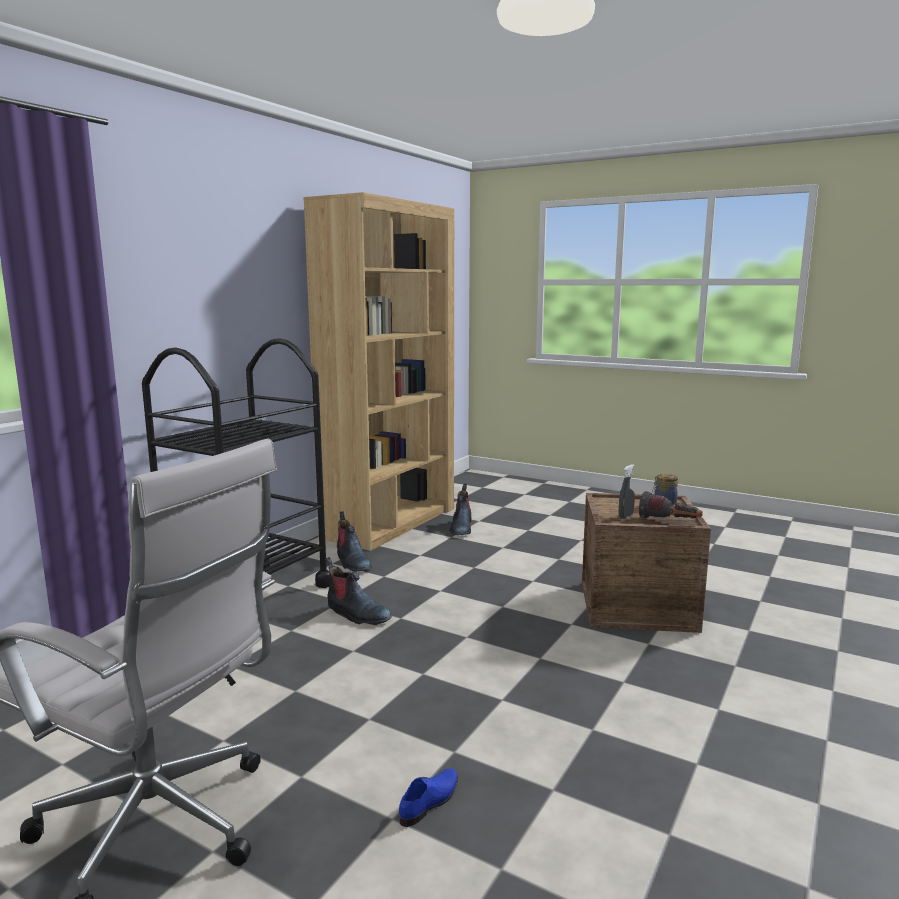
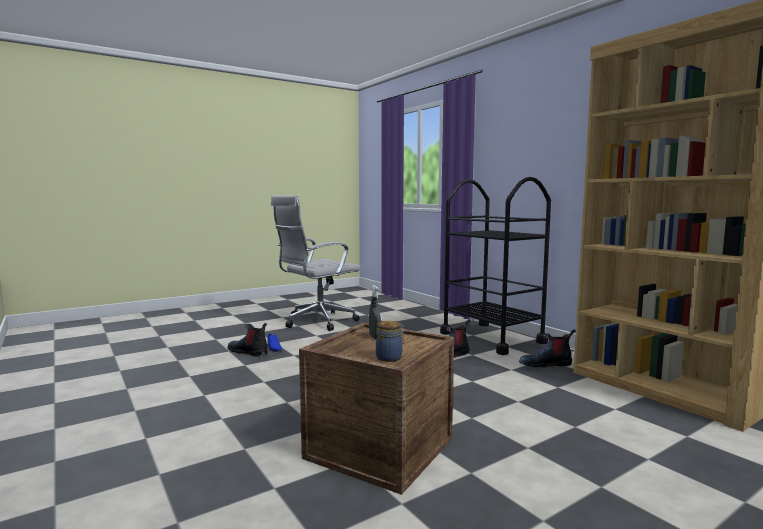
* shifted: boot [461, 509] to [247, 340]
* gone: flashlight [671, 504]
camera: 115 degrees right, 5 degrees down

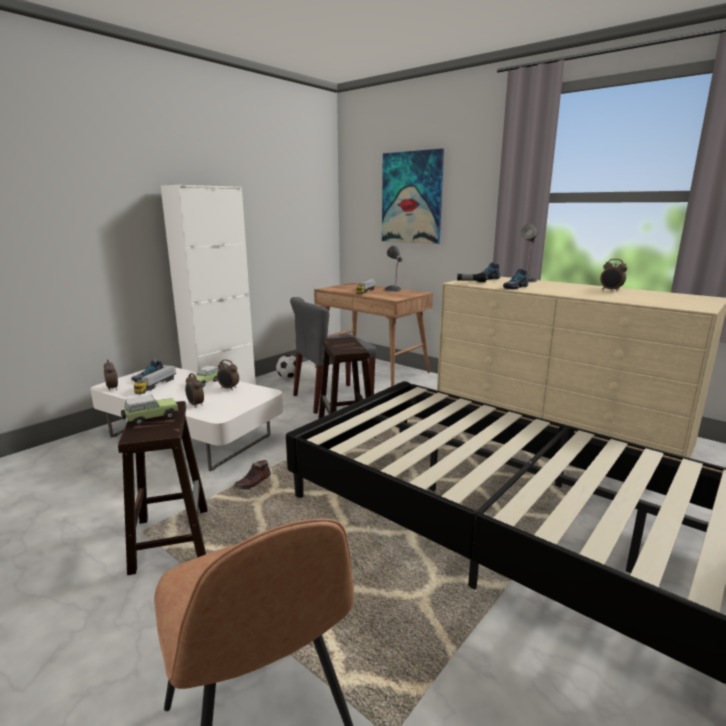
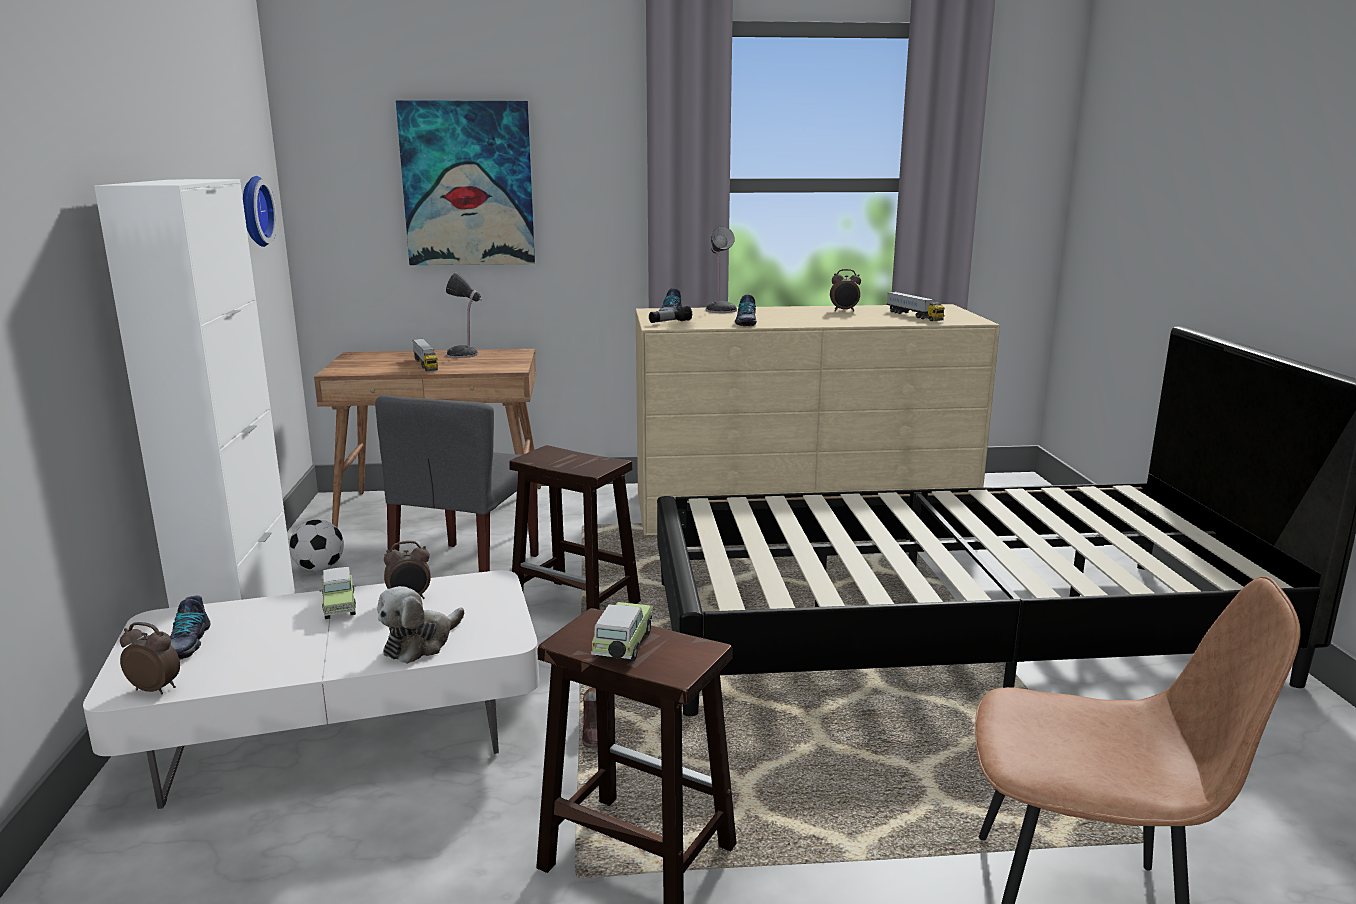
* shifted: toy truck [154, 379] to [916, 306]
* swapped: alarm clock [194, 390] to plush toy [421, 625]
* new: wall clock [260, 211]
camera: 45 degrees left, 0 degrees up

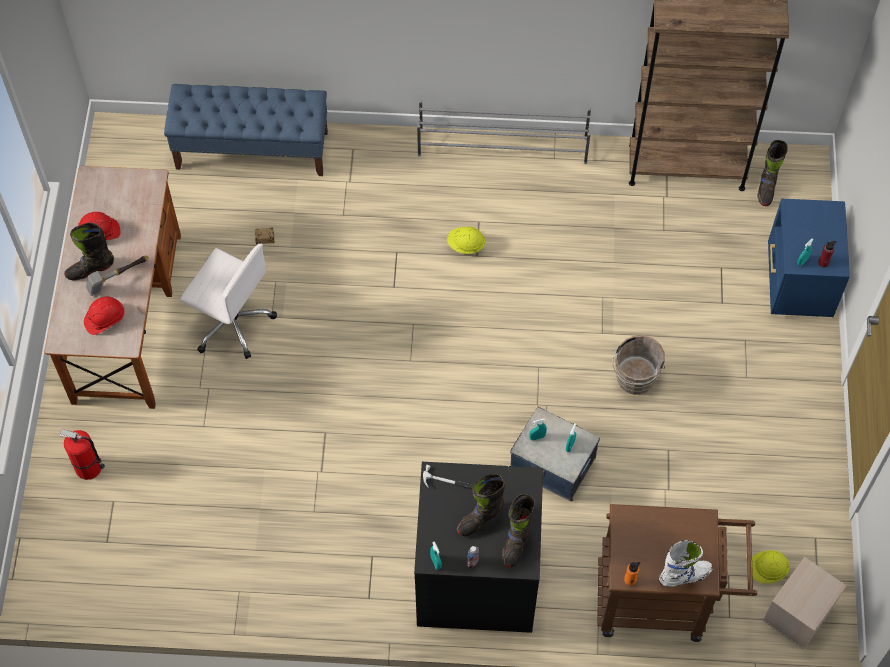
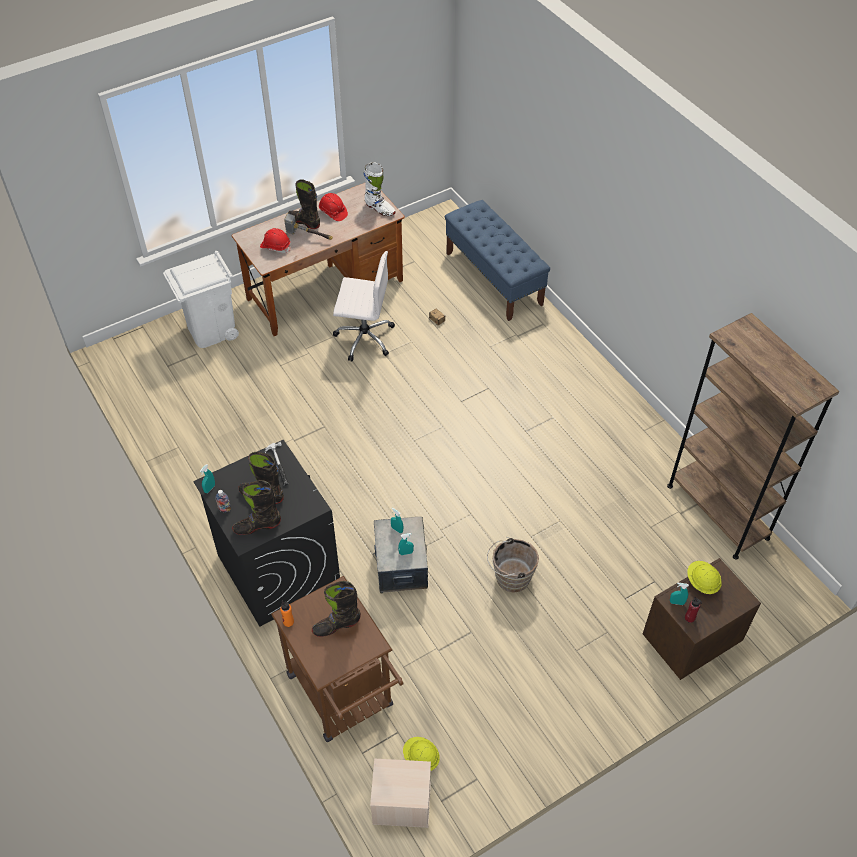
* swapped: fire extinguisher [82, 454] to trash can (white) [201, 299]
* rotated: office chair (white) [228, 301] = [364, 306] 75 degrees counterclockwise
* gone: shoe rack (grey) [504, 132]
* shifted: hard hat (yellow) [466, 240] to [704, 577]
* shifted: boot (white) [686, 563] to [379, 189]
* shifted: boot (black) [772, 173] to [336, 609]
* repainted: nightstand (blue) [809, 258] to nightstand (brown) [702, 619]
camera: 55 degrees right, 10 degrees down

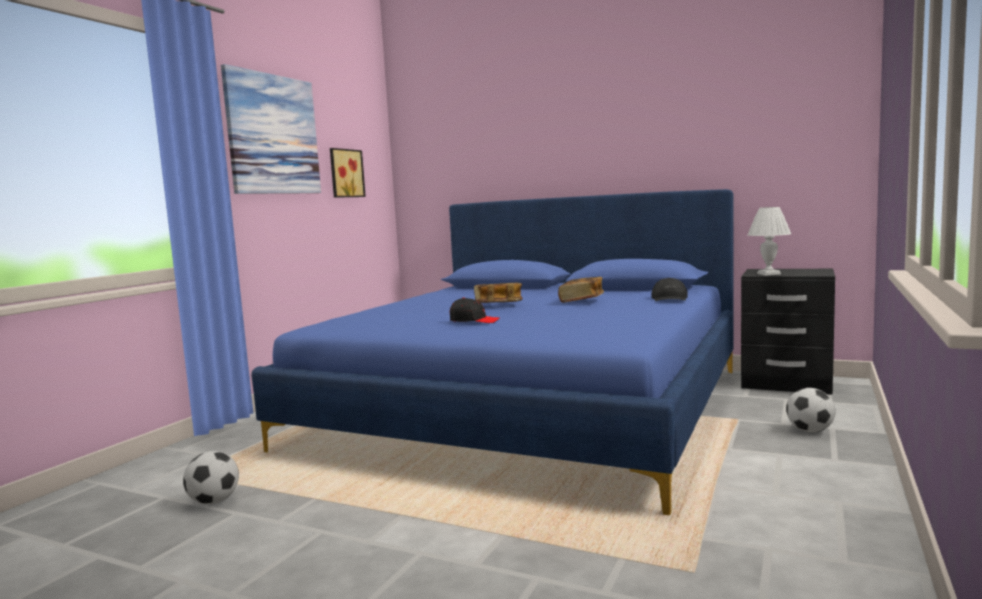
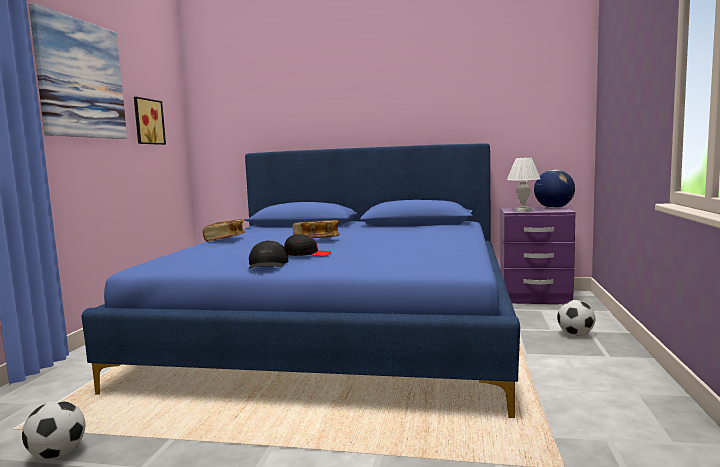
* shifted: book [581, 290] to [224, 230]
* shifted: cap (black) [669, 289] to [268, 254]
* repainted: nightstand (black) [788, 332] to nightstand (purple) [537, 255]
* new: globe [554, 189]
camera: 15 degrees left, 0 degrees up

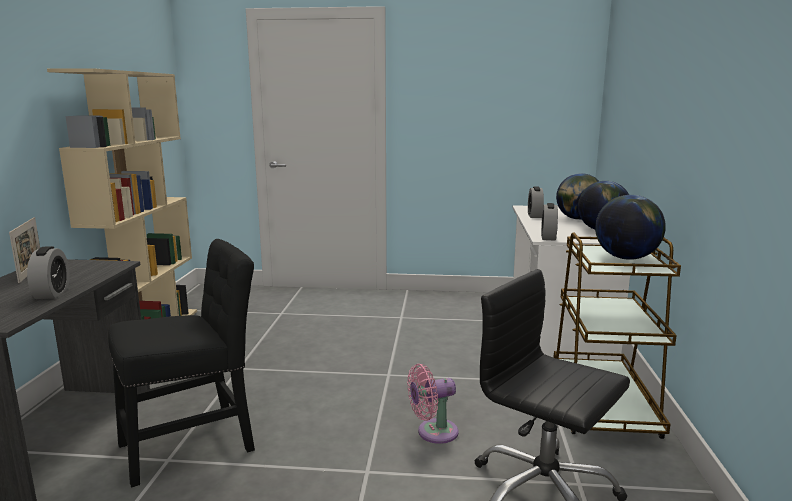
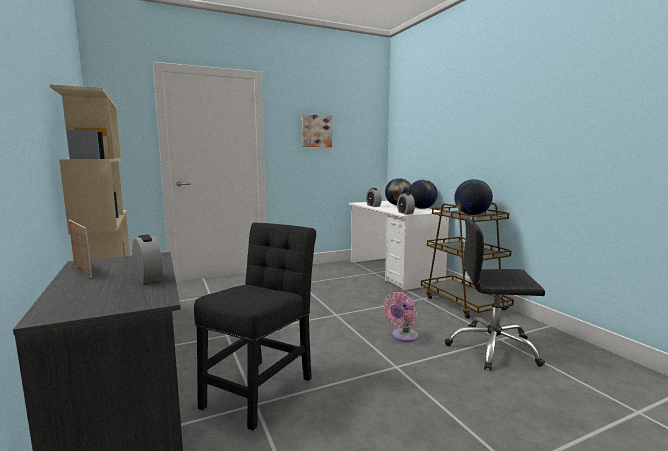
* new: picture [317, 130]
camera: 30 degrees left, 5 degrees down

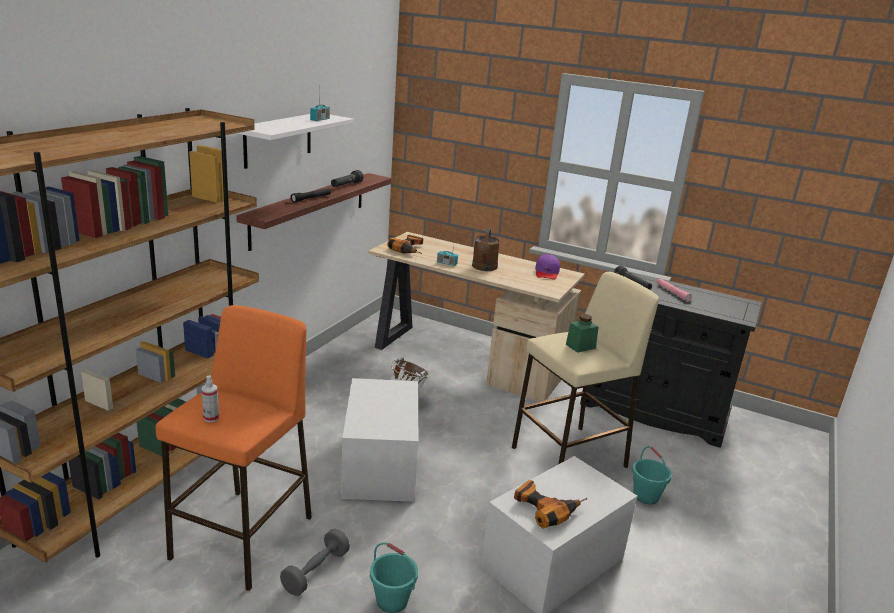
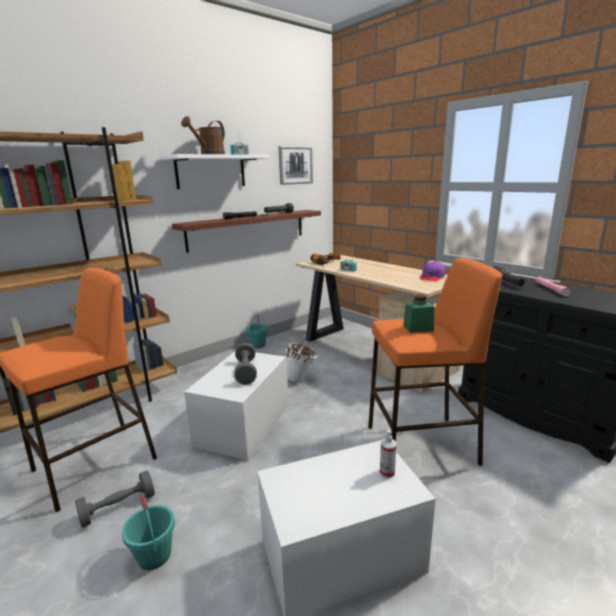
* shifted: spray bottle [210, 398] to [388, 454]
* shifted: watering can (brown) [486, 249] to [203, 135]
* repainted: stool (beige) [585, 370] to stool (orange) [435, 362]
* gone: power drill [550, 504]
* shifted: bucket (turquoise) [652, 475] to [257, 331]
* new: dumbbell (grey) [245, 364]
* new: picture [296, 165]
camera: 25 degrees right, 5 degrees down

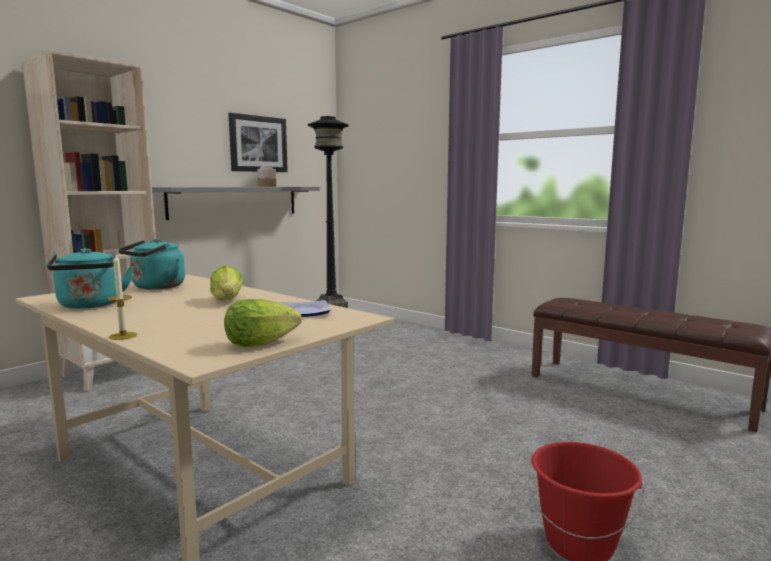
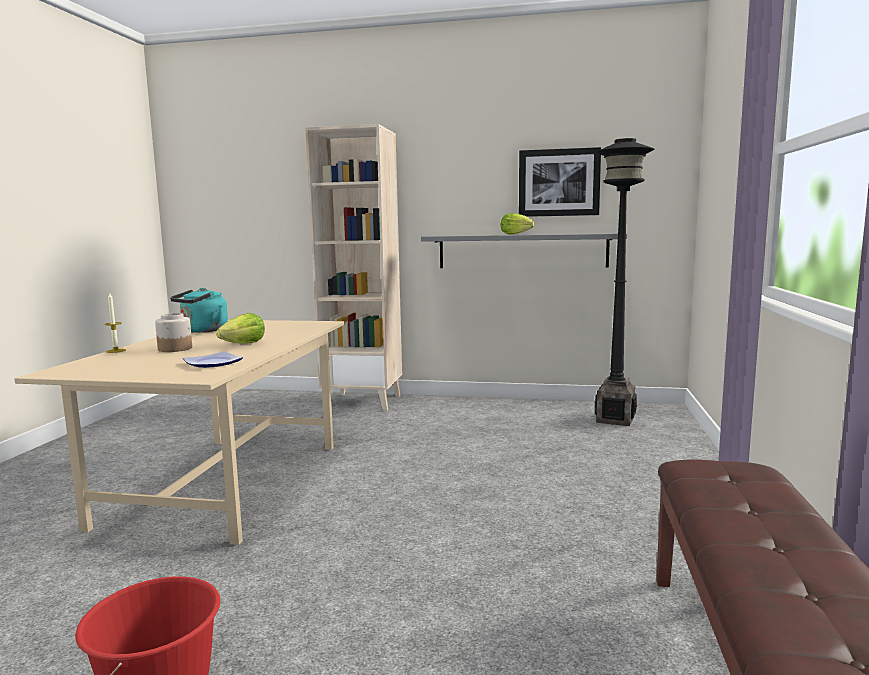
* gone: kettle (turquoise) [151, 264]
* shifted: lettuce [263, 323] to [517, 224]
* shifted: jar [266, 176] to [173, 332]
camera: 60 degrees right, 0 degrees up

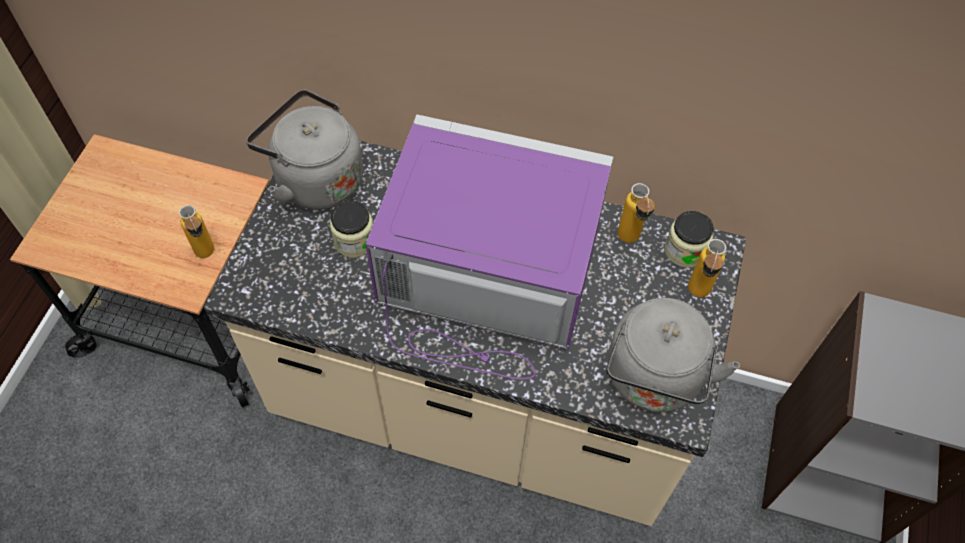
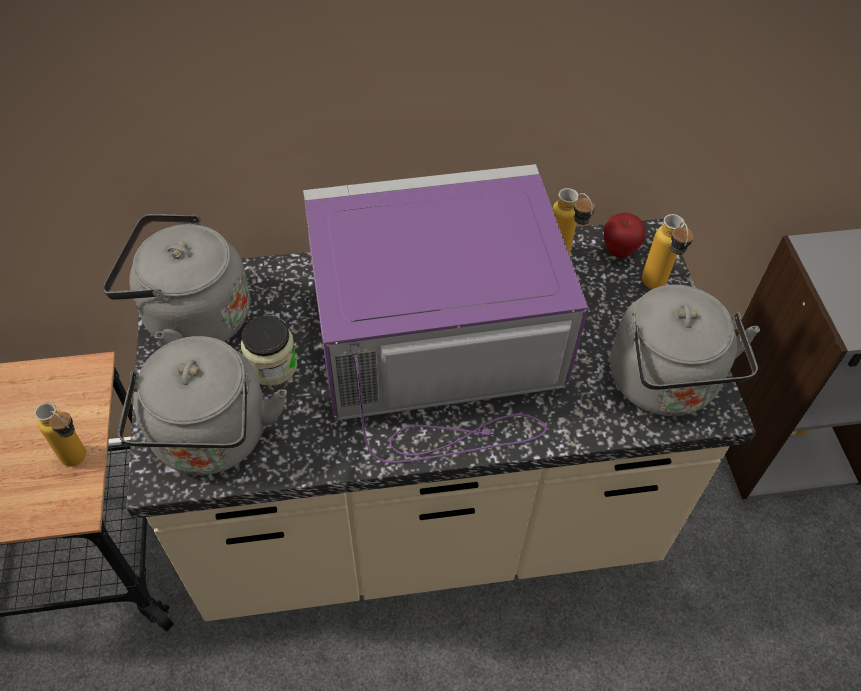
* swapped: jar [689, 239] to apple [625, 235]
* new: kettle (grey) [202, 405]
camera: 25 degrees left, 5 degrees down

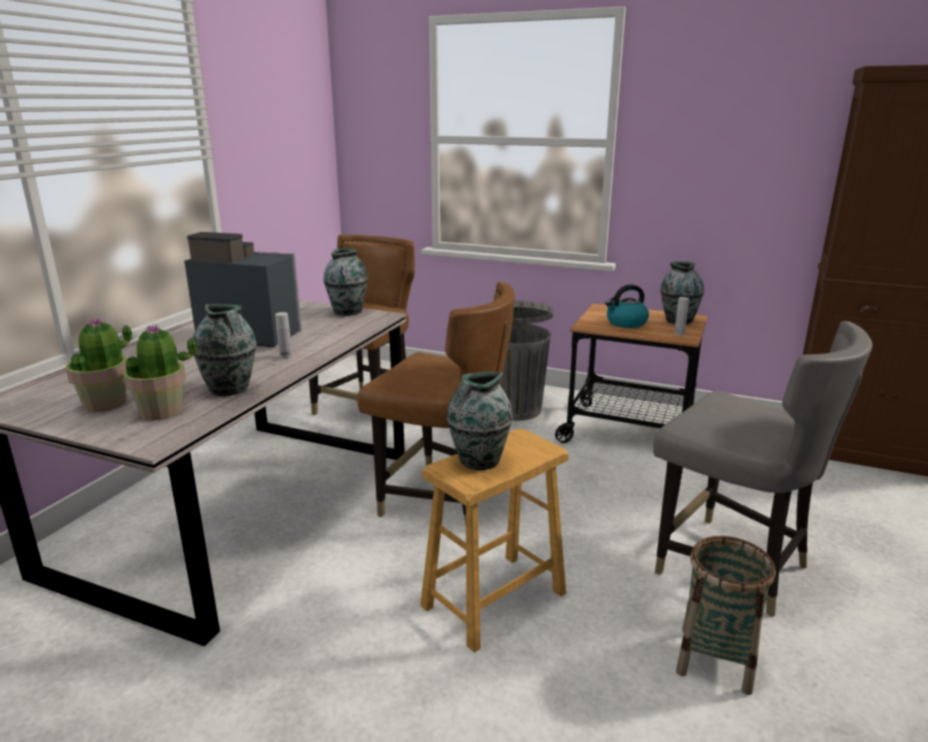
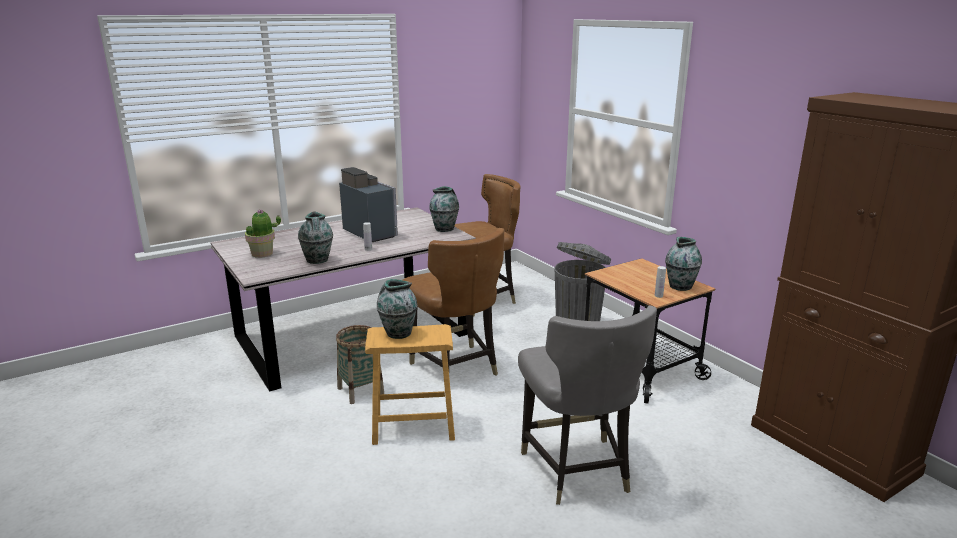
* gone: potted plant [160, 372]
* gone: kettle [627, 306]
* shifted: basket [726, 615] to [360, 364]
camera: 35 degrees right, 0 degrees up

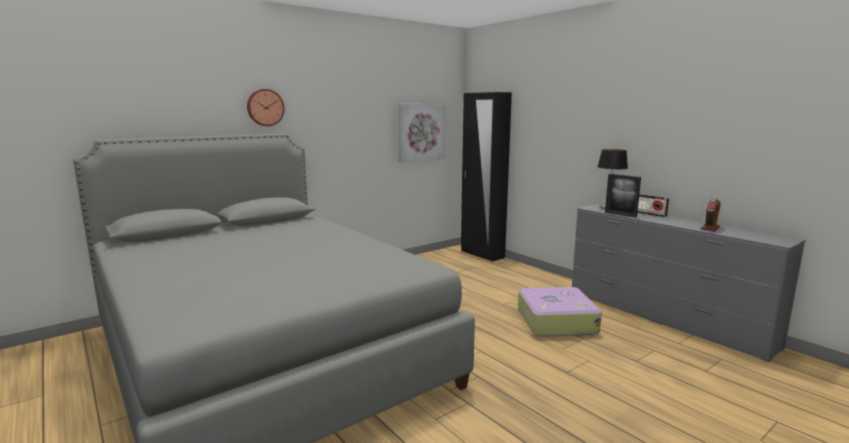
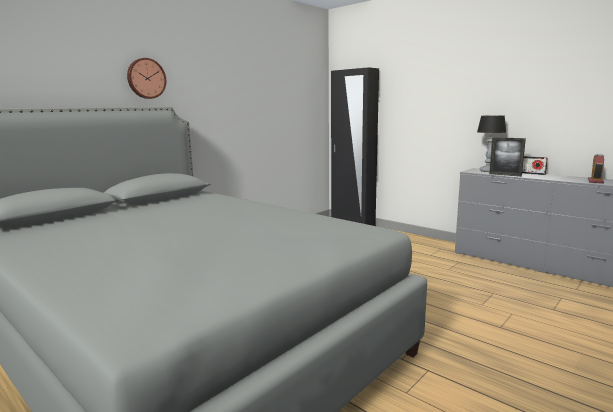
* gone: picture [421, 133]
* gone: suitcase [560, 312]
camera: 10 degrees left, 0 degrees up

